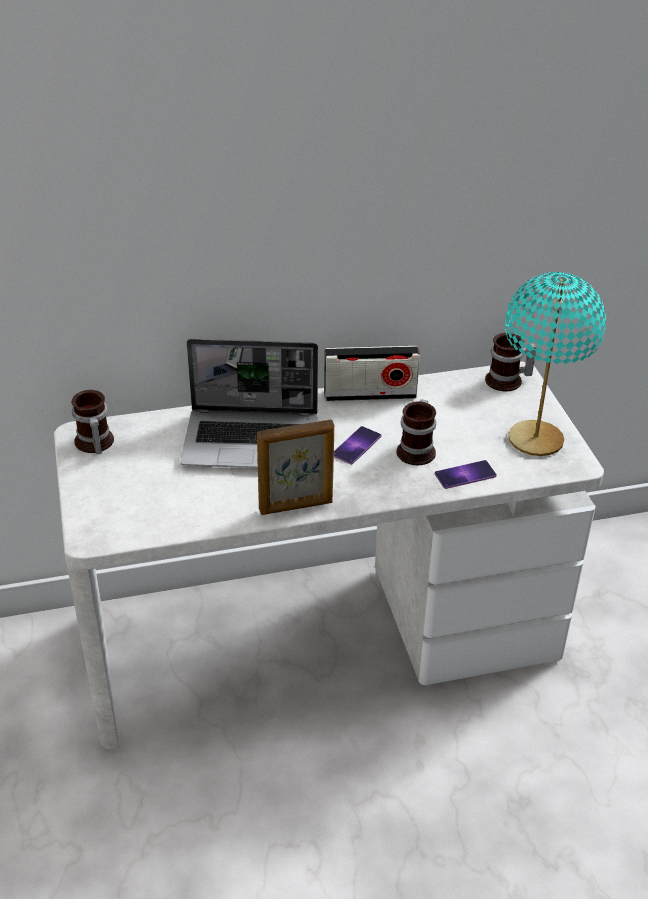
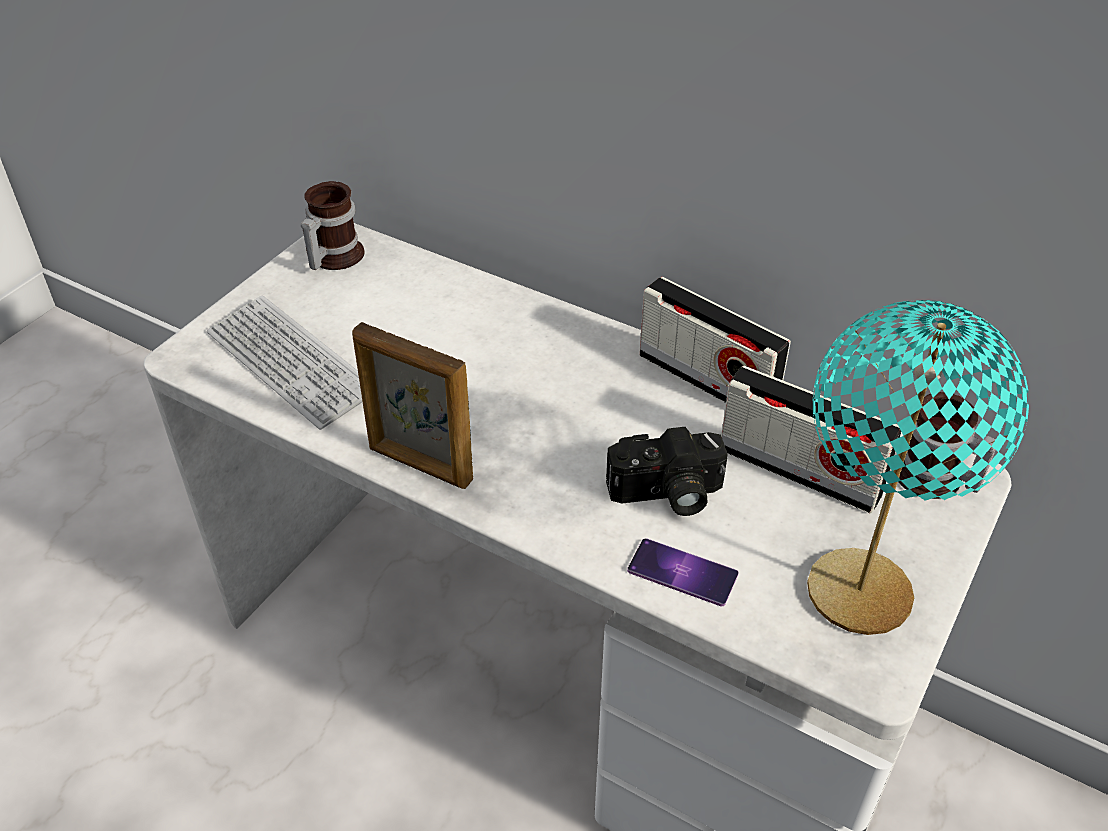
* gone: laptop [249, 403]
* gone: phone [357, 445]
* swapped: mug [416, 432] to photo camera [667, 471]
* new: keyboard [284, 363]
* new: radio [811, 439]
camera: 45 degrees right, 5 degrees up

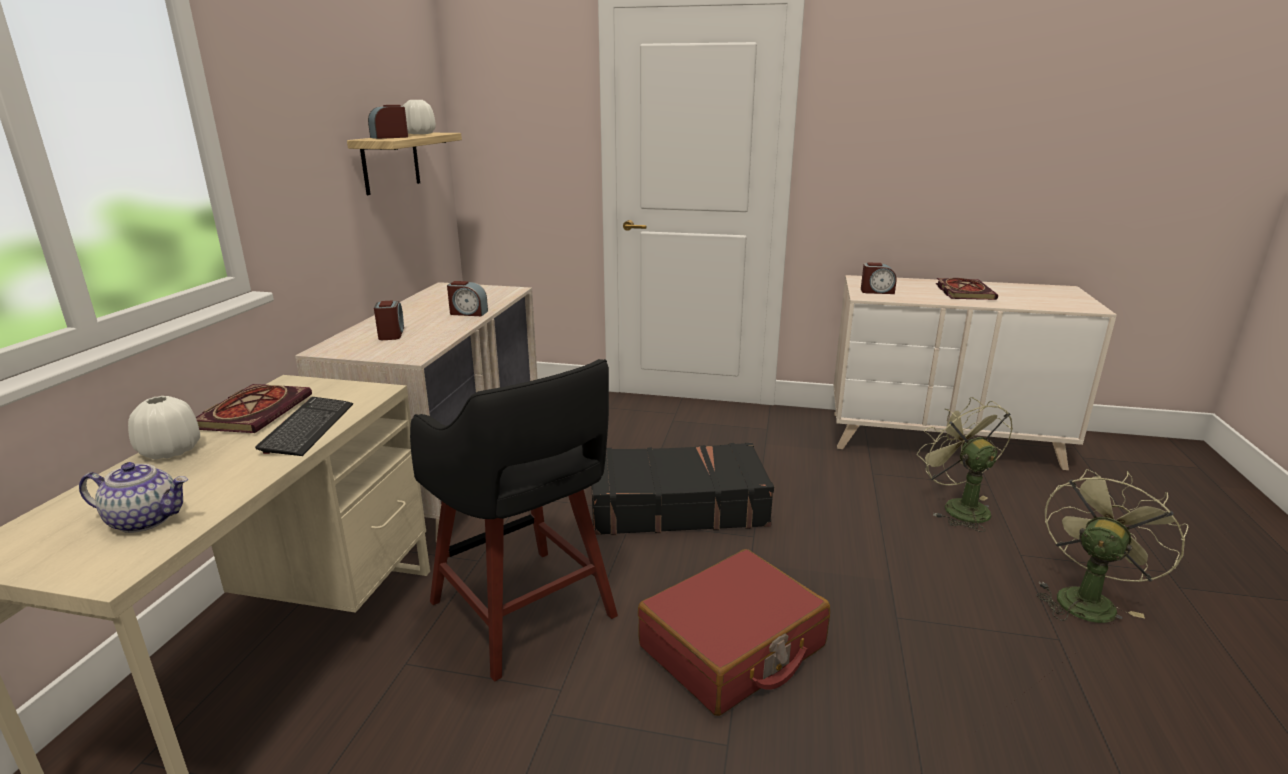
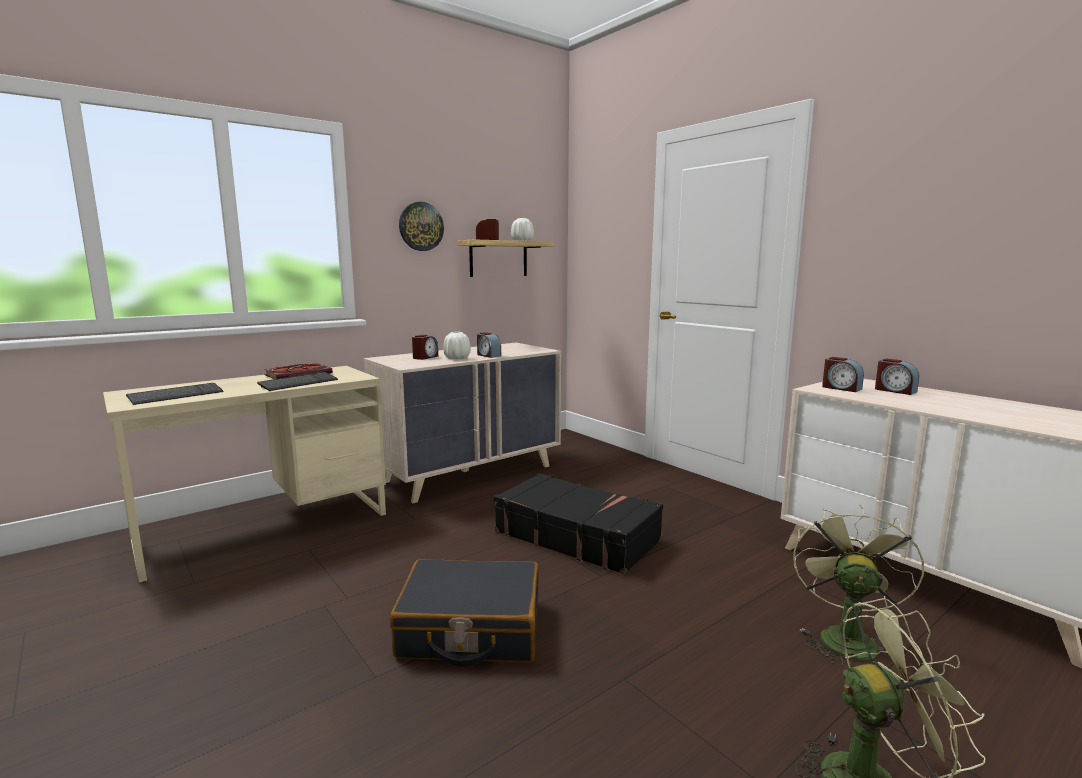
* swapped: teapot [133, 497] to keyboard [174, 394]
* shifted: vase (white) [164, 428] to [457, 345]
* gone: stool (black) [514, 520]
* repainted: suitcase (red) [734, 632] to suitcase (black) [464, 613]
* gone: book [967, 289]
* new: wall clock [421, 226]
* new: alarm clock [897, 377]
camera: 40 degrees right, 10 degrees down

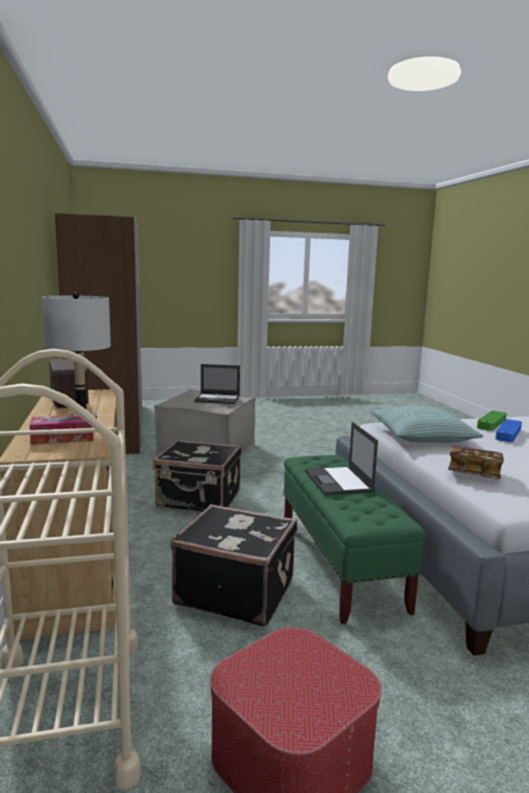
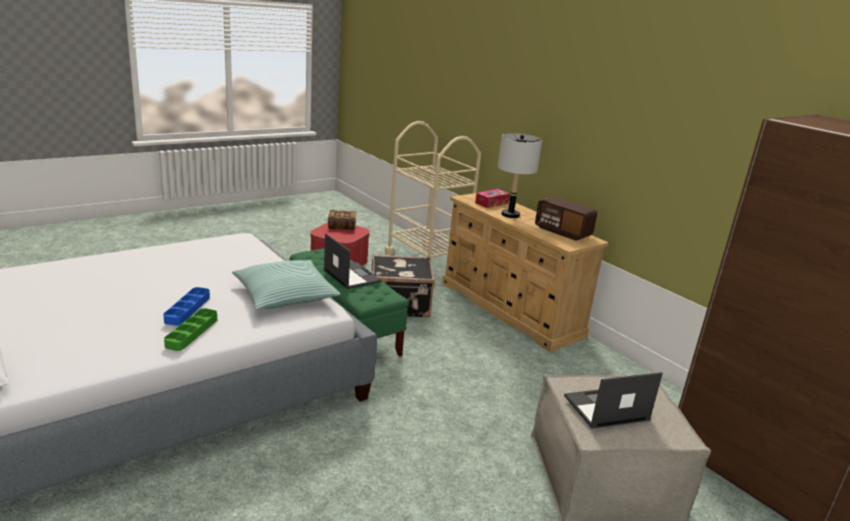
* gone: suitcase (black) [197, 475]
* shifted: book [476, 462] to [342, 220]
camera: 155 degrees right, 10 degrees up

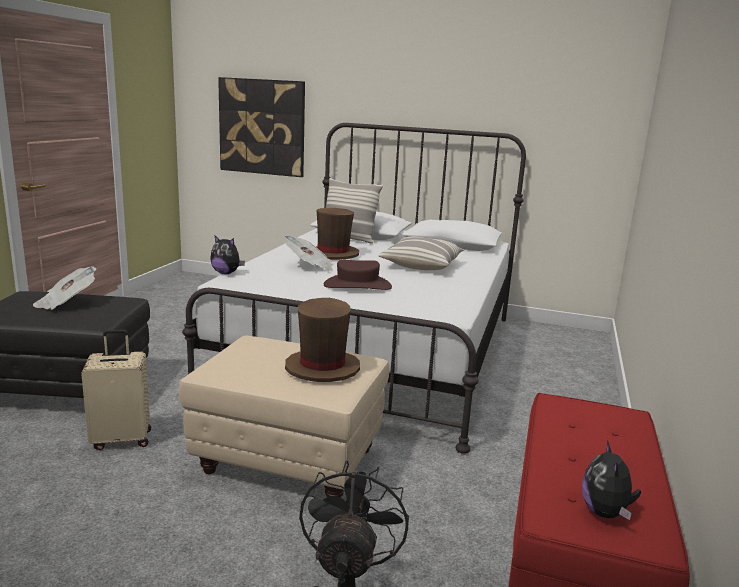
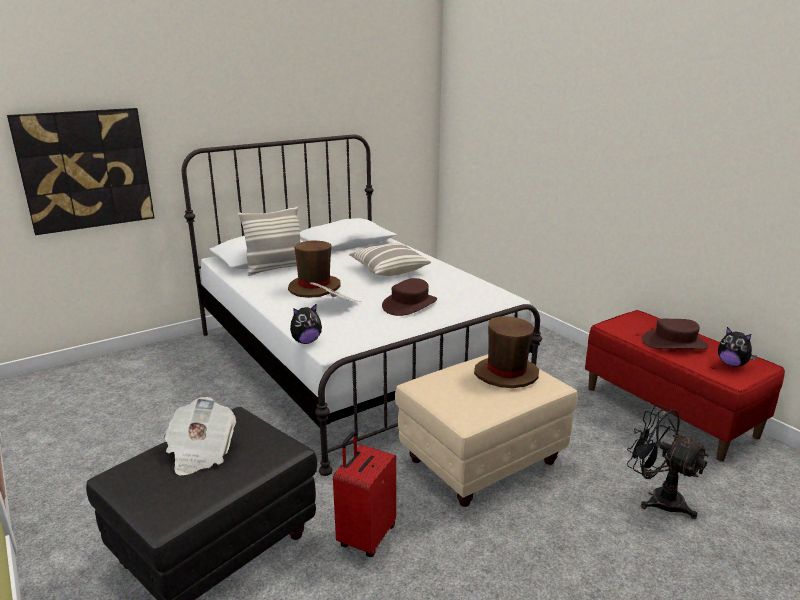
* repainted: suitcase (beige) [116, 389] to suitcase (red) [364, 494]
* new: hat (brown) [675, 334]
camera: 50 degrees left, 5 degrees up

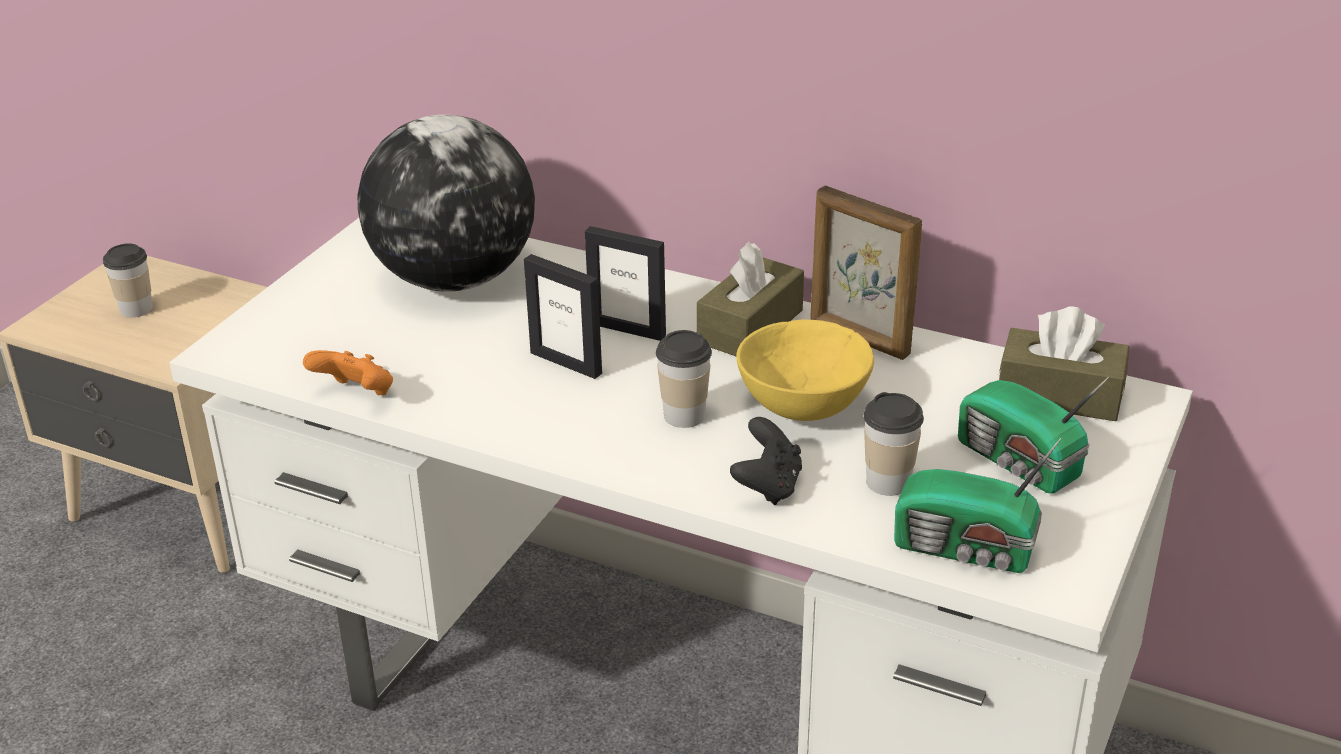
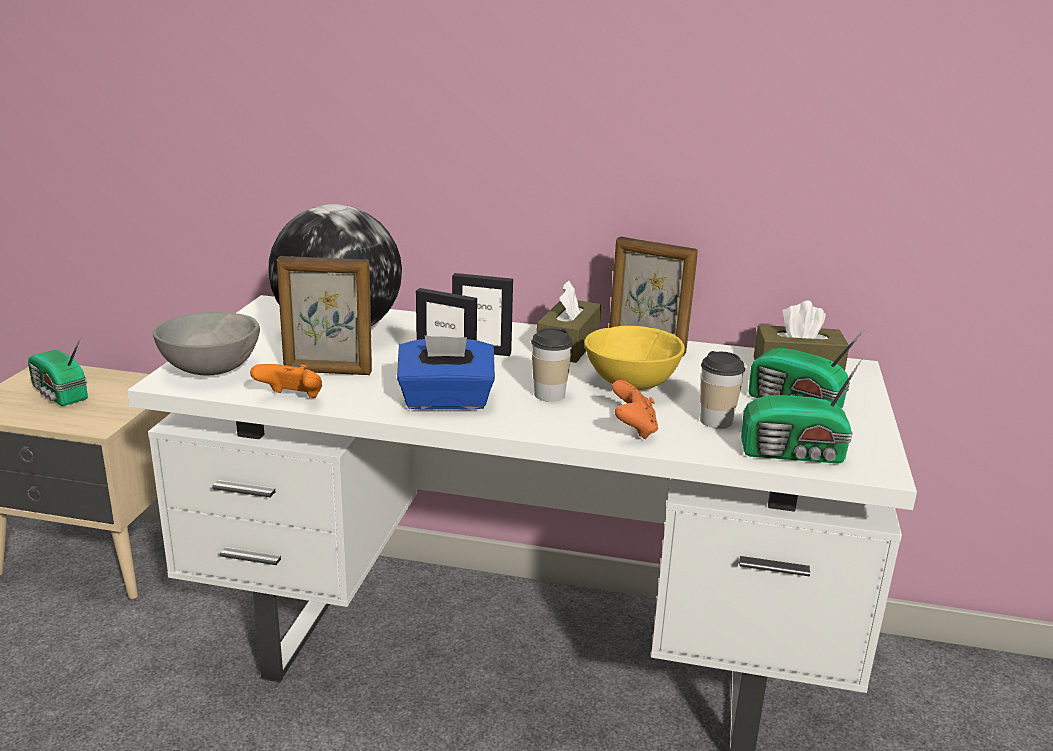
* swapped: cup [128, 280] to radio [58, 370]
* repainted: game controller (black) [766, 461] to game controller (orange) [635, 410]
* new: bowl (grey) [206, 343]
* new: picture frame [324, 315]
* new: tissue box (blue) [446, 372]
camera: 15 degrees left, 10 degrees down

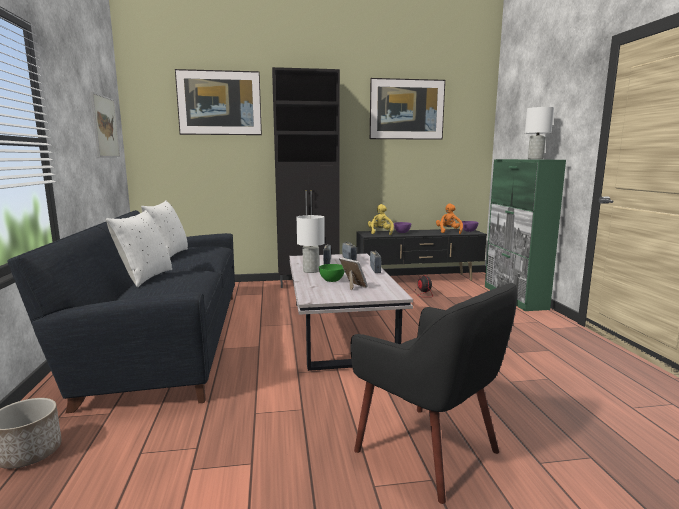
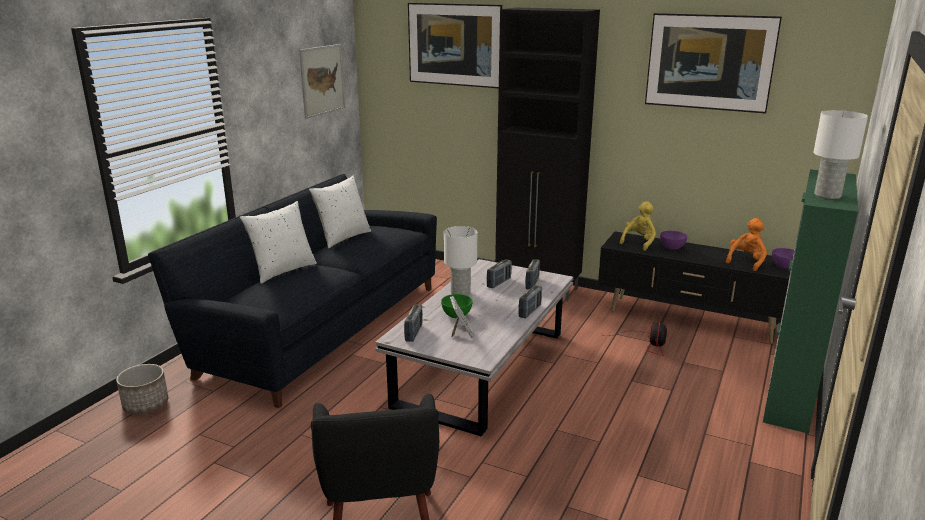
* new: radio [413, 323]
camera: 35 degrees right, 10 degrees up

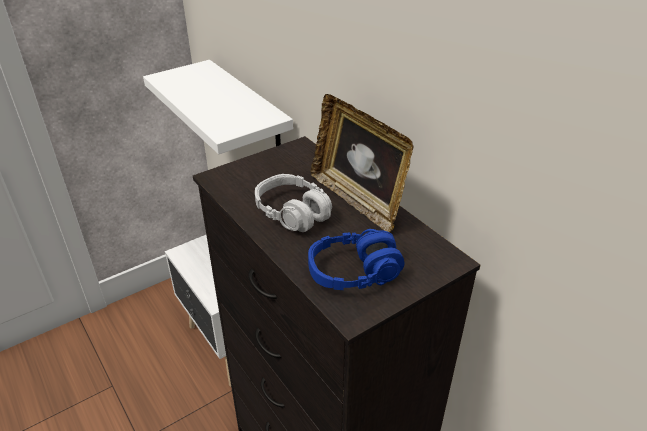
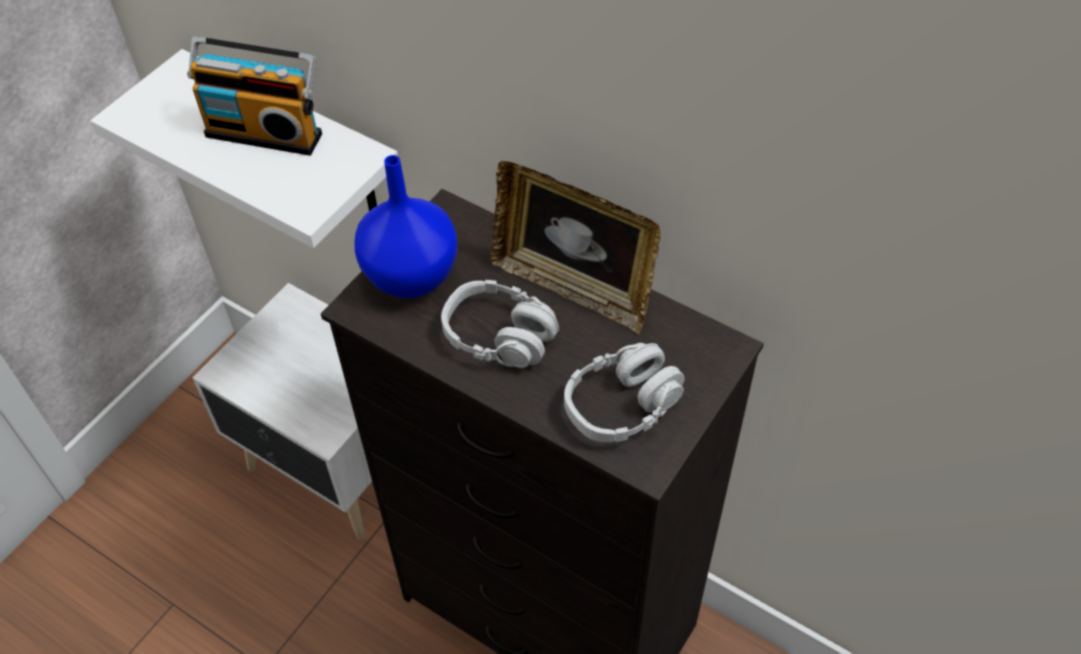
* repainted: headphones (blue) [356, 259] to headphones (grey) [624, 392]
* new: radio [254, 96]
* new: vase (blue) [406, 227]
camera: 20 degrees left, 15 degrees up

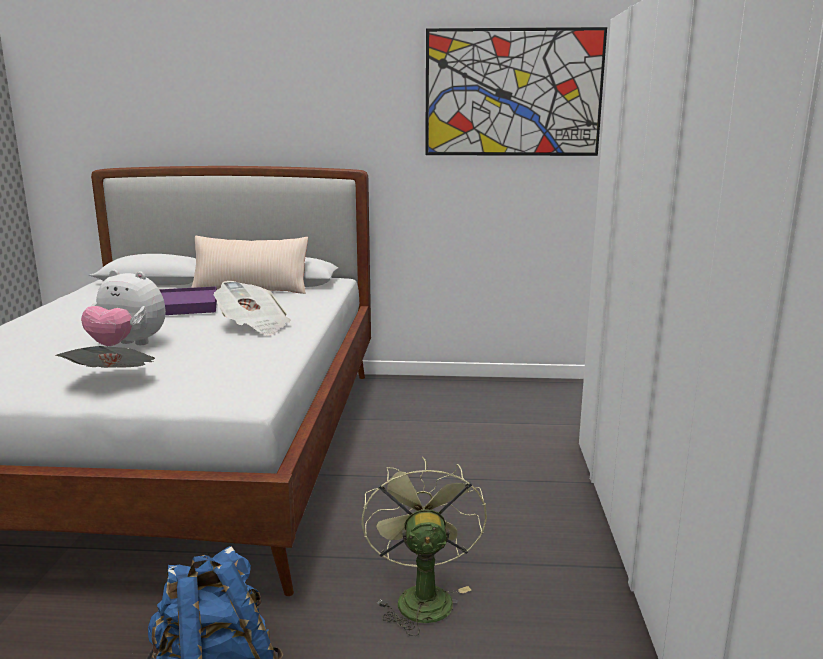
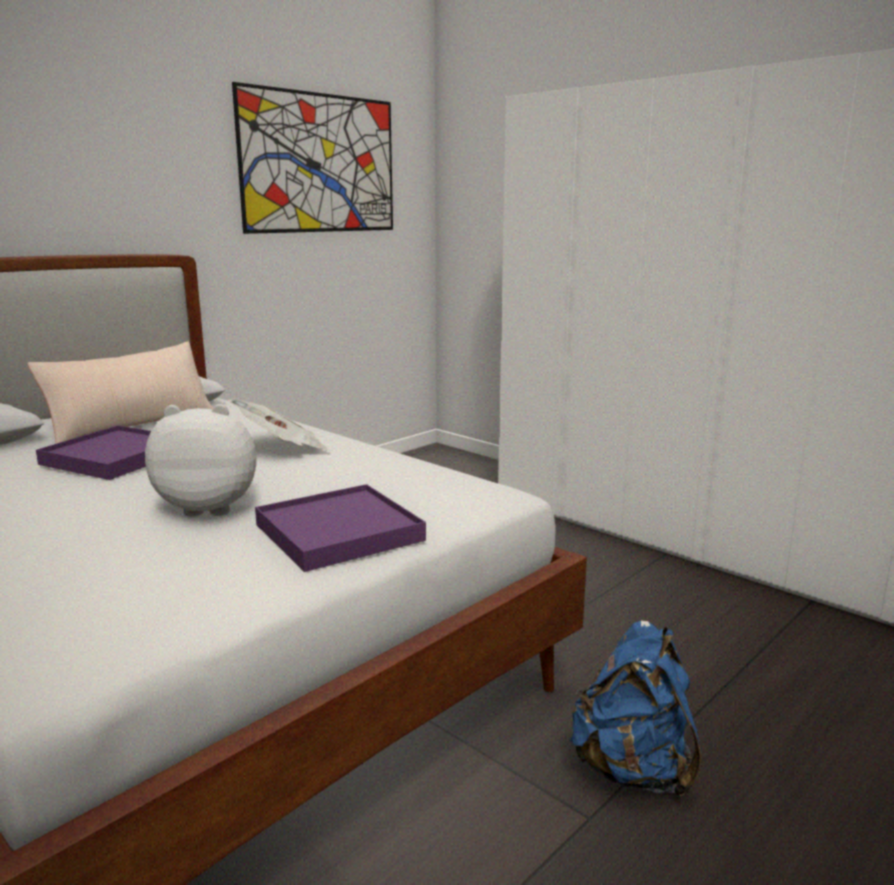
* swapped: newspaper [105, 357] to tray (purple) [340, 528]
* rotated: plush toy [123, 308] = [200, 460] 150 degrees counterclockwise
* gone: fan (green) [424, 546]
camera: 50 degrees left, 0 degrees up

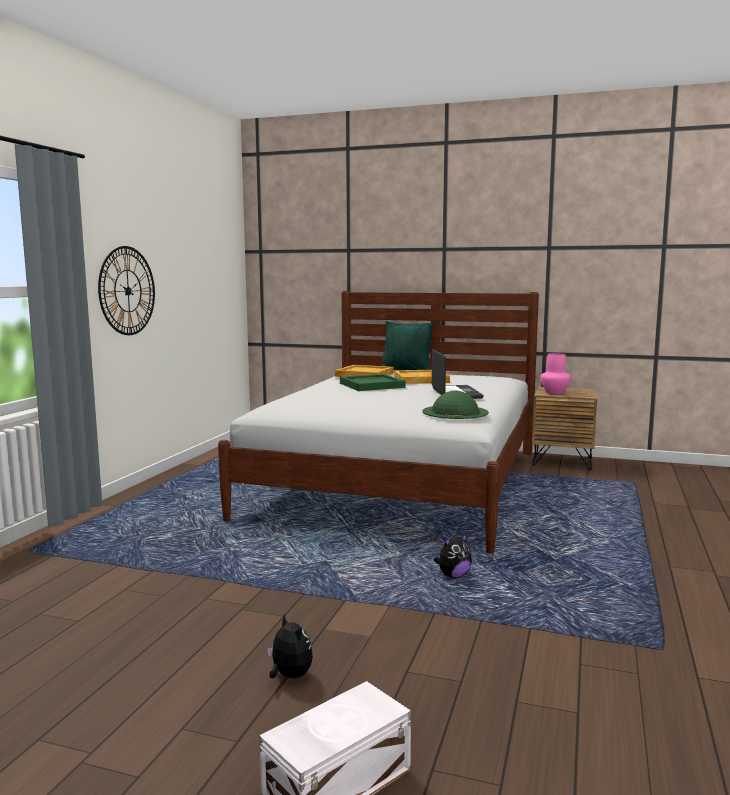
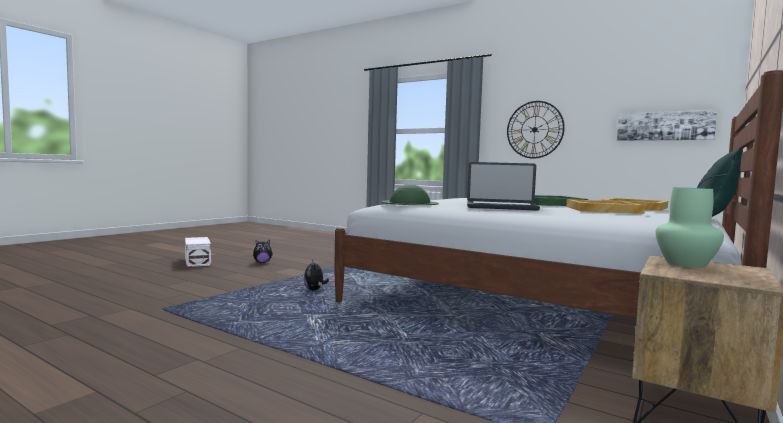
* repainted: vase (pink) [555, 373] to vase (green) [689, 227]
* new: picture [667, 125]
camera: 105 degrees right, 5 degrees down

